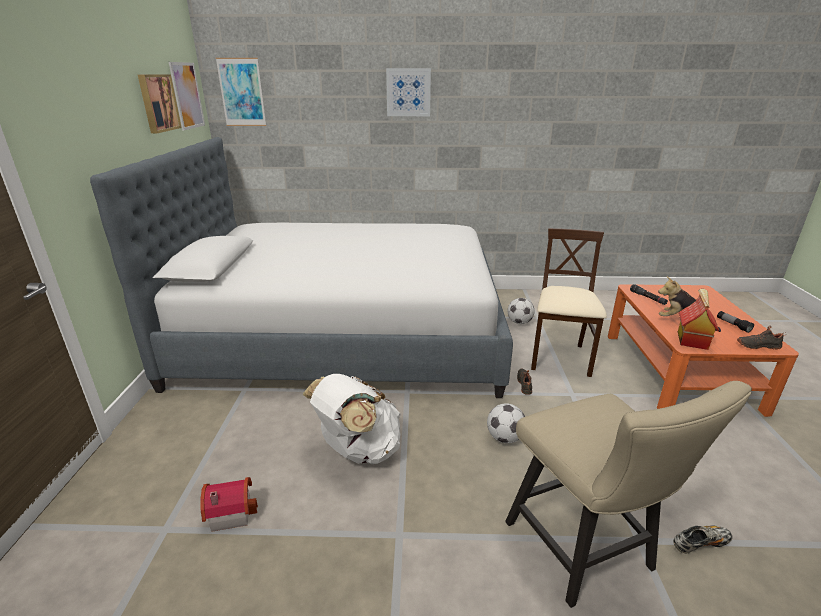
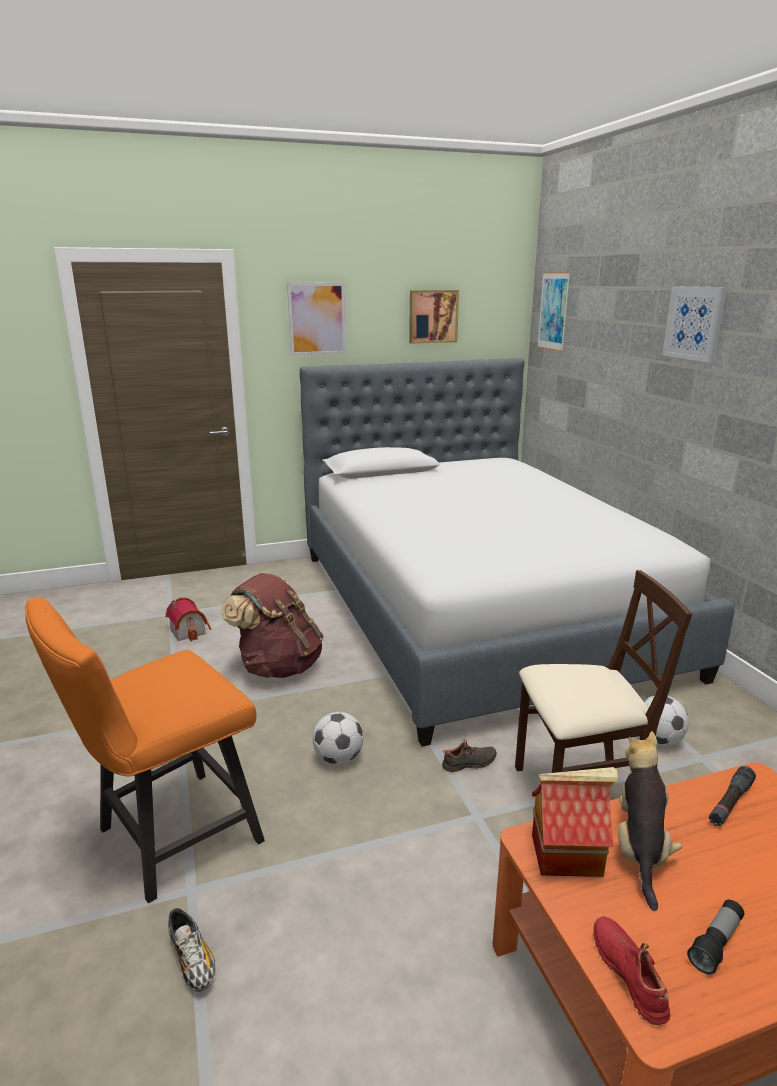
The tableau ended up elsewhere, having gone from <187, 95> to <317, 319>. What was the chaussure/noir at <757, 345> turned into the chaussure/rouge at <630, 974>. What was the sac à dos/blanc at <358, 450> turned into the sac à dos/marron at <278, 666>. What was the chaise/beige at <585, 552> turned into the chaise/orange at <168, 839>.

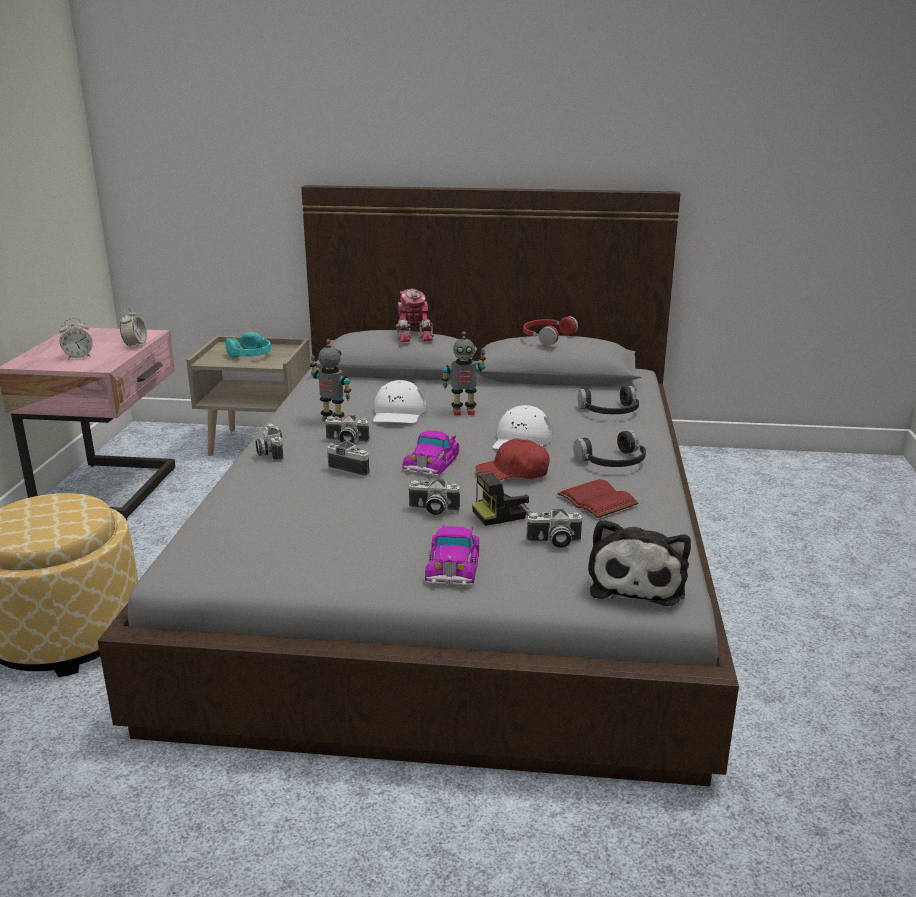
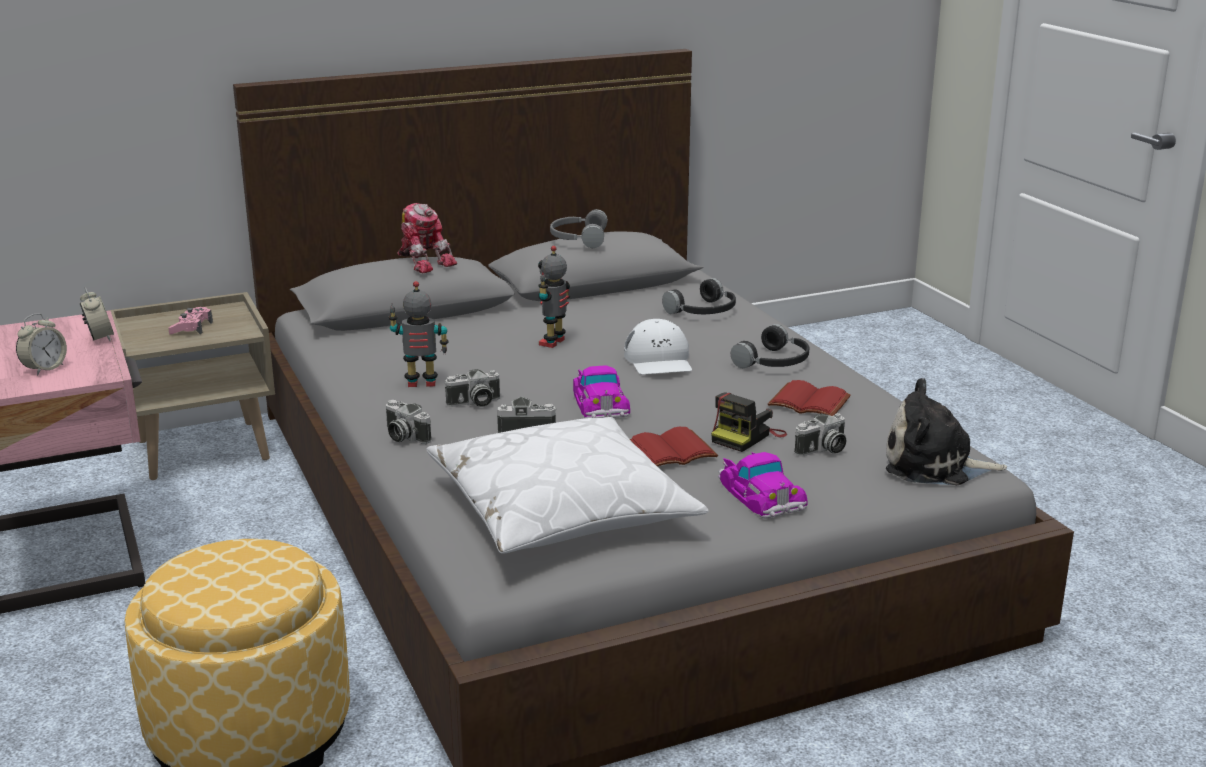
What was the casque audio/rouge at <546, 337> turned into the casque audio/gris at <578, 239>. The robot jouet at <463, 411> ended up facing another way, 150 degrees clockwise from before. Where the casque audio/turquoise stood at <250, 355>, the manette/rose came to stand at <191, 328>. The second view lost the casquette/blanc at <398, 413>. The second view lost the casquette/rouge at <513, 473>. Where the appareil photo stood at <432, 510>, the livre/rouge came to stand at <671, 450>. The peluche at <636, 582> ended up facing another way, 120 degrees clockwise from before. The second view gained the coussin/blanc at <562, 509>.

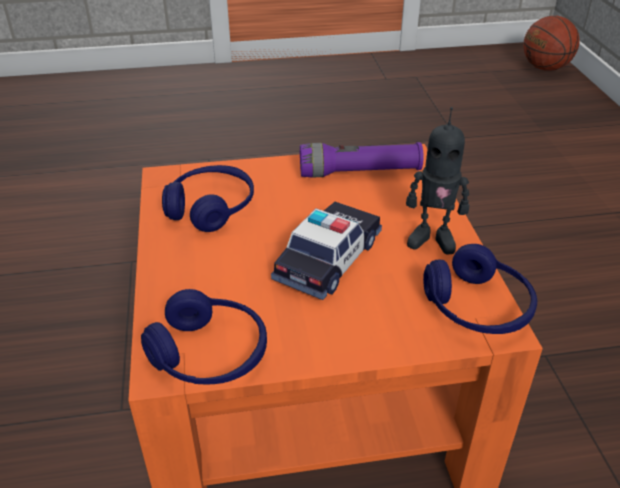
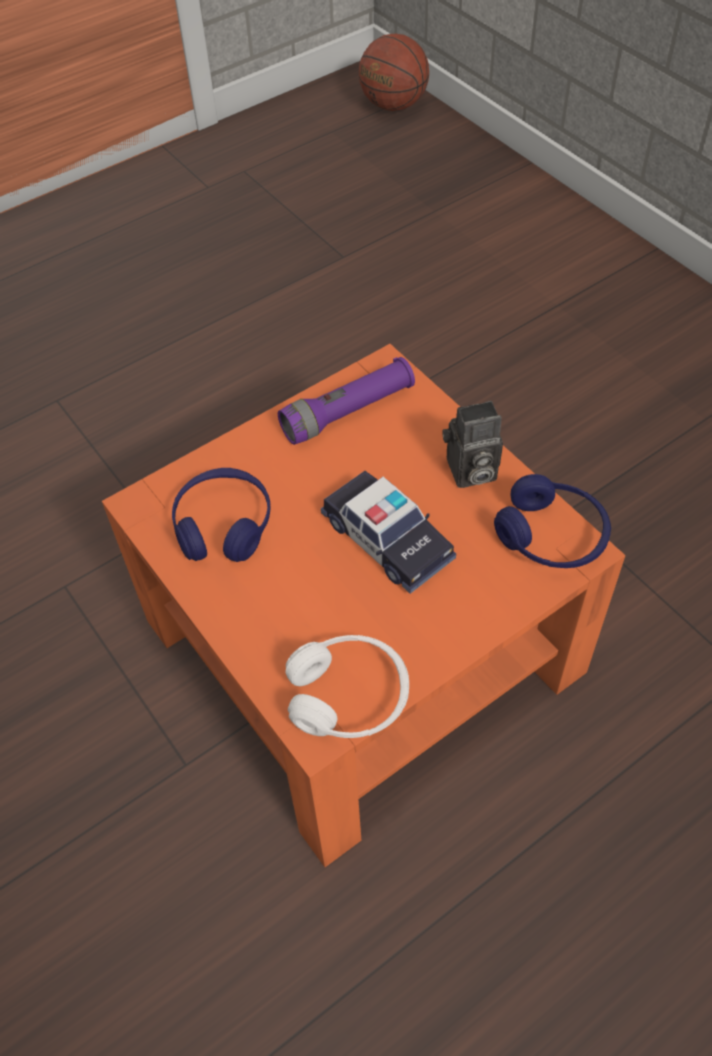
Where the robot jouet stood at <432, 239>, the appareil photo came to stand at <469, 472>. The petite voiture at <328, 259> ended up facing another way, 135 degrees clockwise from before. What was the casque audio/bleu at <209, 354> turned into the casque audio/blanc at <348, 696>.

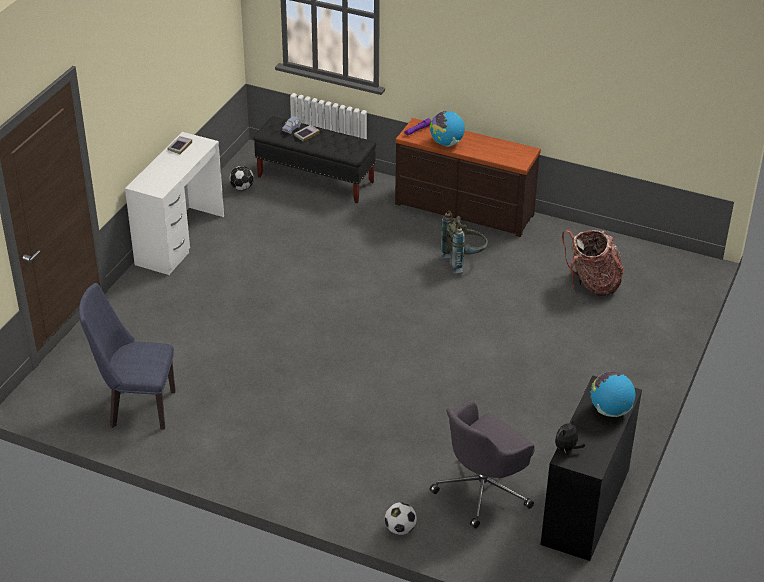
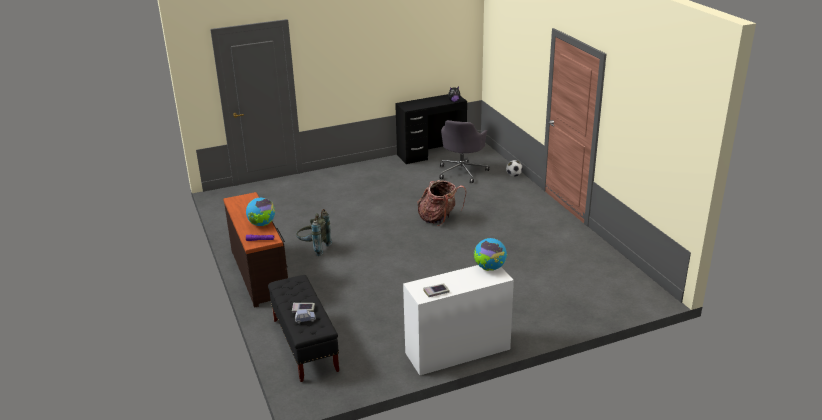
The second view lost the ballon de foot at <242, 188>. The sac à dos ended up elsewhere, having gone from <592, 284> to <439, 218>. The second view lost the chaise/bleu at <136, 408>. The globe ended up elsewhere, having gone from <610, 410> to <489, 268>. The chaise de bureau/gris at <483, 490> ended up facing another way, 105 degrees clockwise from before.

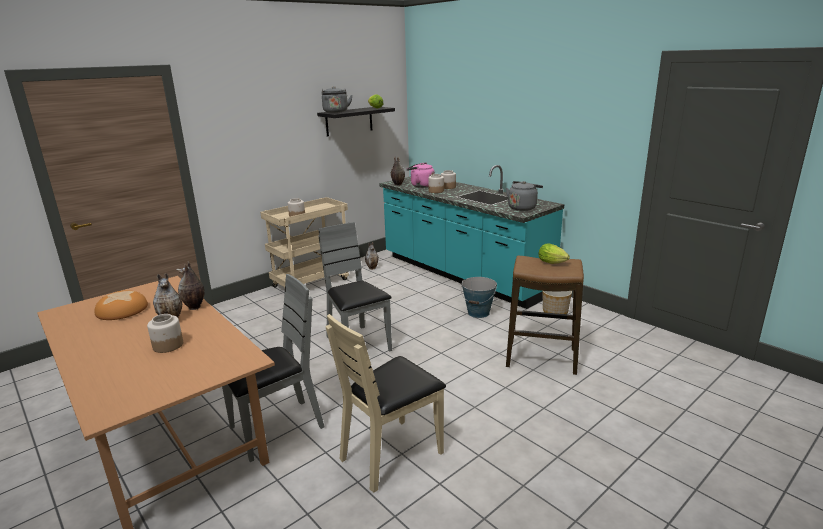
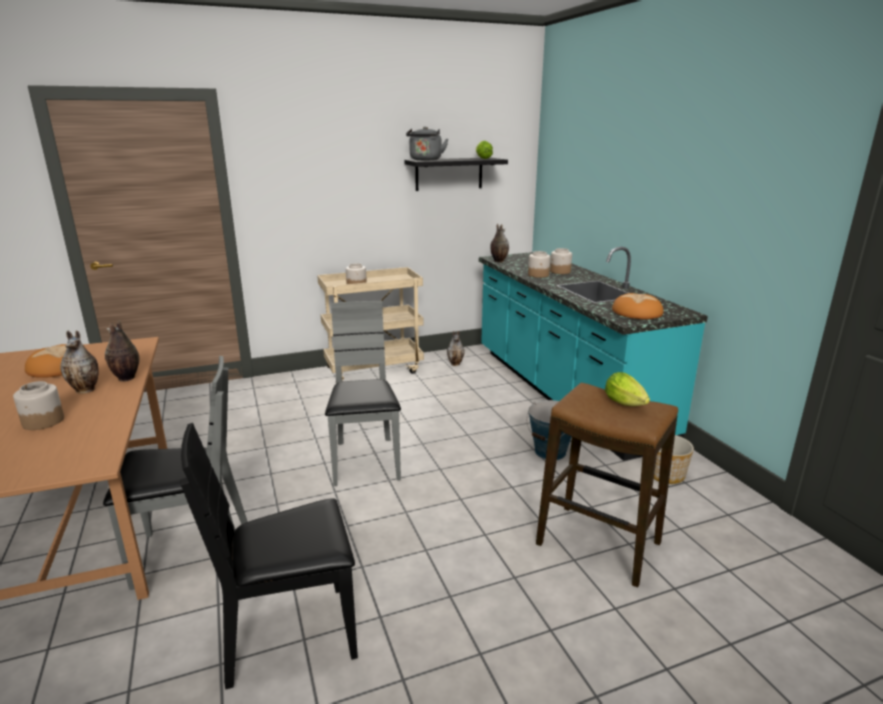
The second view lost the bouilloire/rose at <421, 186>. Where the bouilloire/gris stood at <523, 208>, the pain came to stand at <637, 312>. What was the chaise/beige at <391, 454> turned into the chaise/noir at <291, 636>.

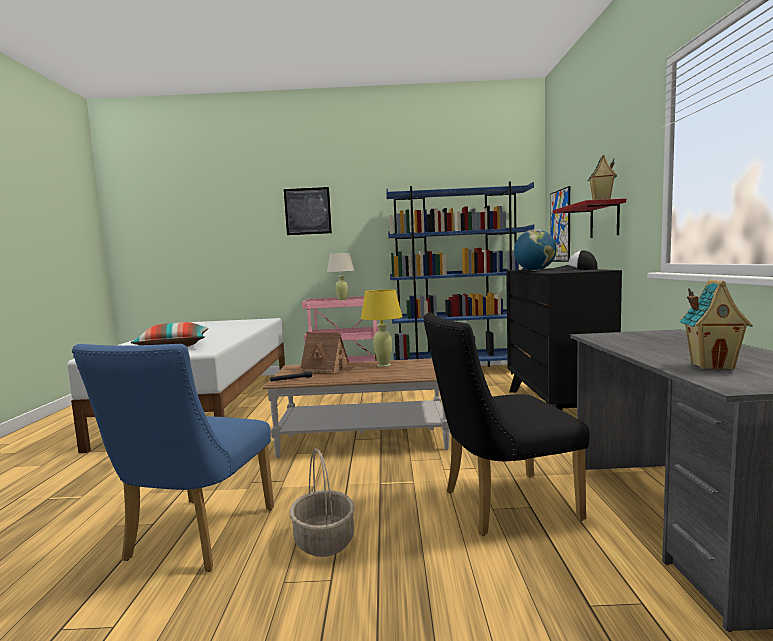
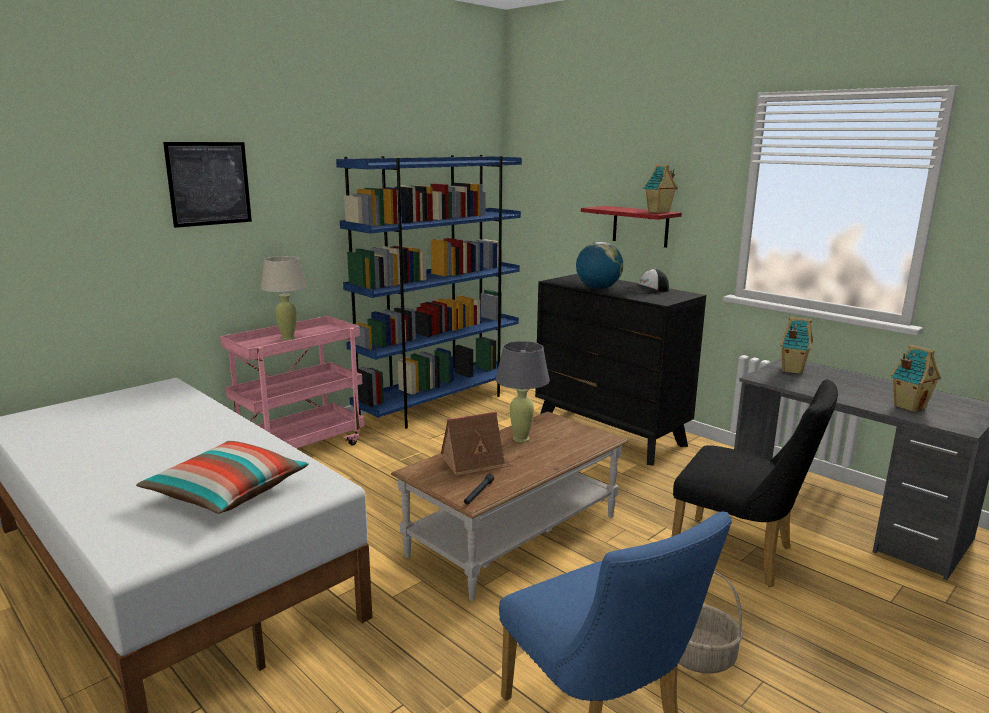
The second view lost the tableau at <560, 226>. What was the lampe de table/jaune at <383, 365> turned into the lampe de table/gris at <521, 438>. The chaise/noir at <500, 505> ended up facing another way, 90 degrees counterclockwise from before. The second view gained the maison miniature at <792, 370>.

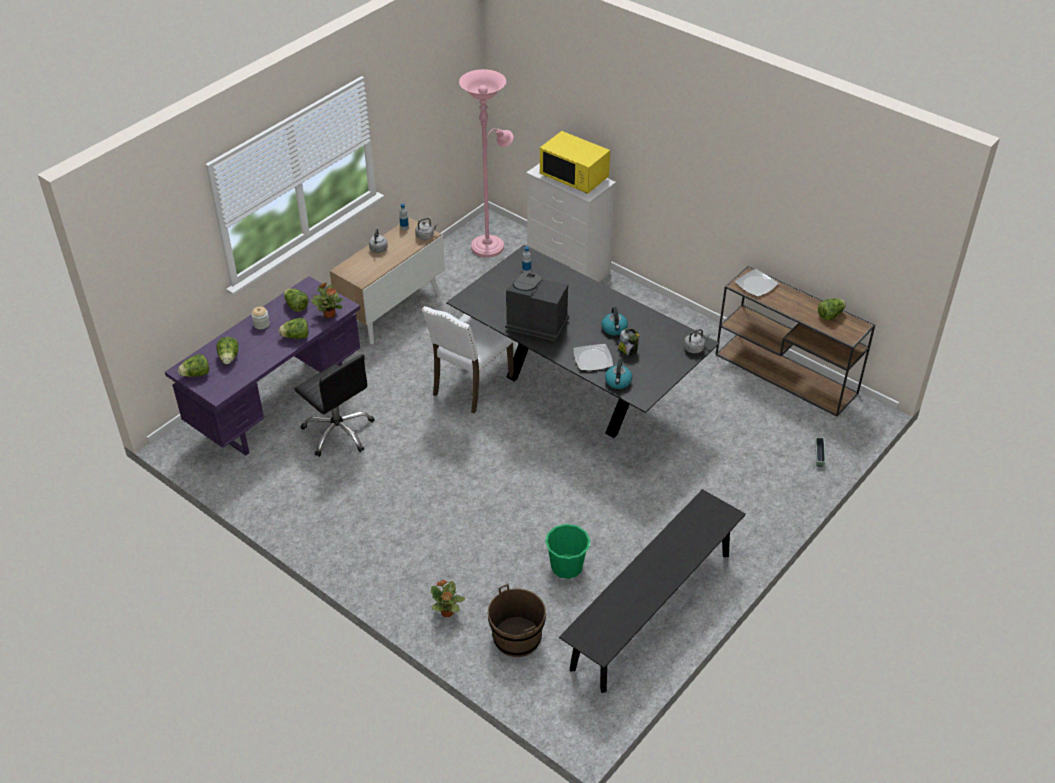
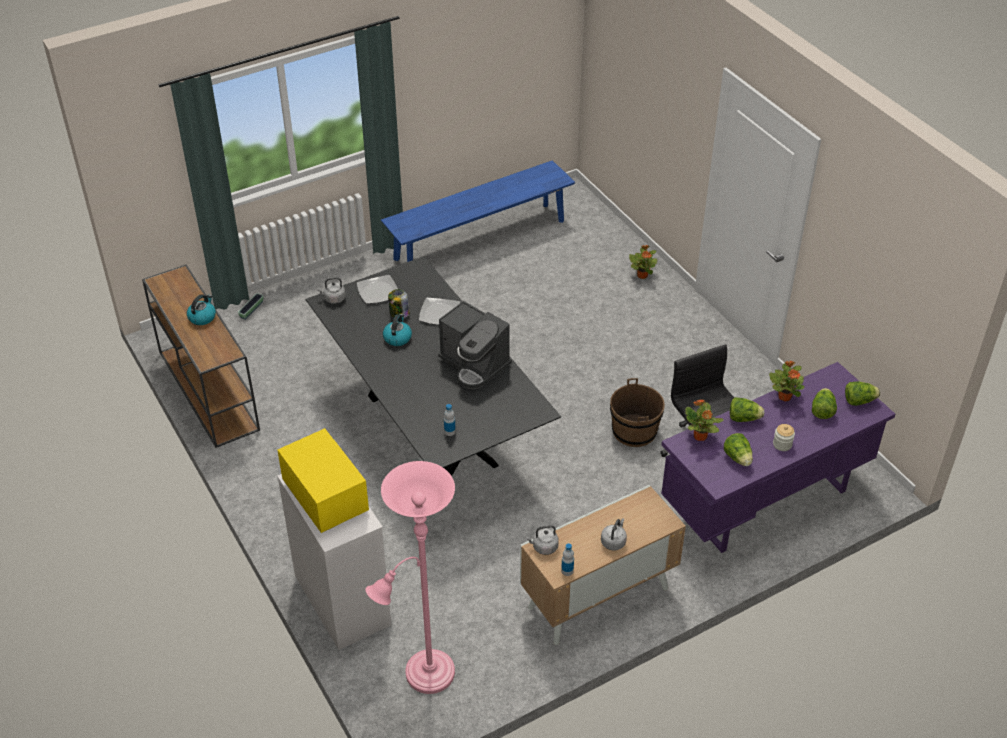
The assiette ended up elsewhere, having gone from <756, 285> to <378, 291>. The second view lost the laitue at <830, 315>. The second view lost the chaise/blanc at <470, 386>. The bouilloire ended up elsewhere, having gone from <618, 382> to <202, 317>. What was the banc/noir at <652, 610> turned into the banc/bleu at <480, 240>. The second view lost the seau/vert at <567, 566>. The seau/marron ended up elsewhere, having gone from <517, 637> to <634, 431>. The second view gained the plante en pot at <784, 396>.

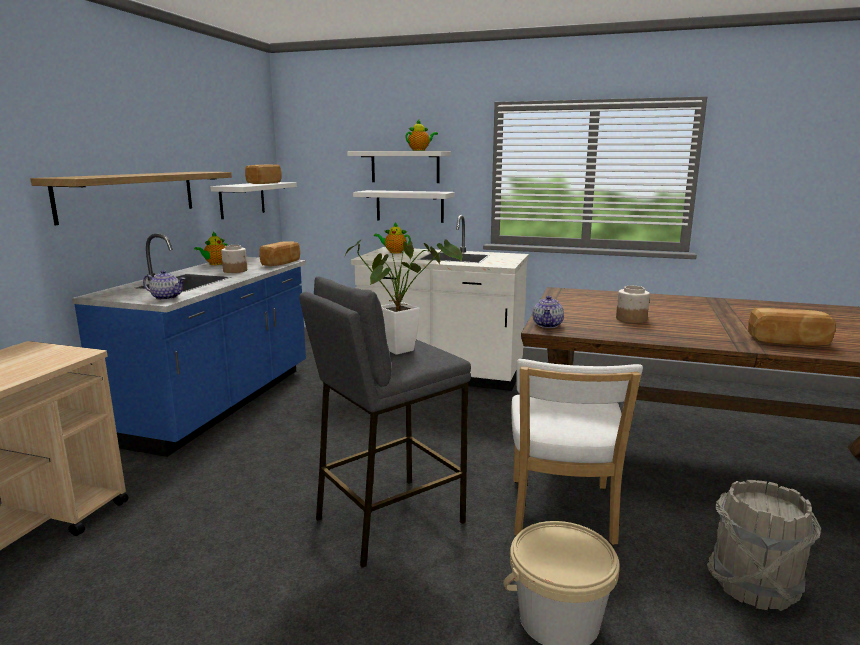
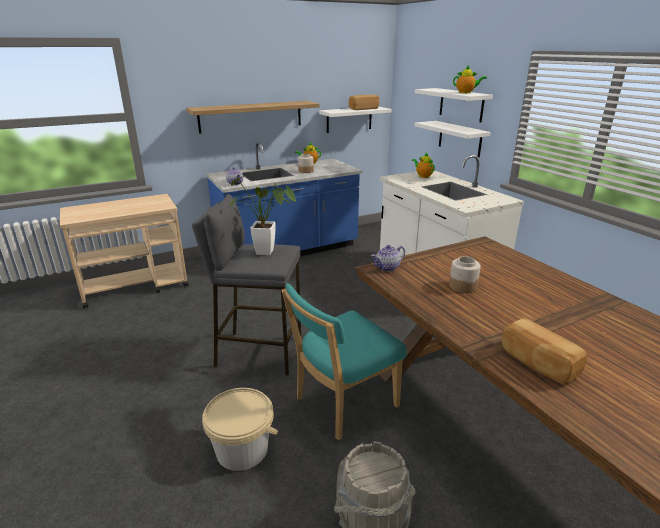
The second view lost the pain at <282, 263>. What was the chaise/blanc at <561, 514> turned into the chaise/turquoise at <342, 404>.

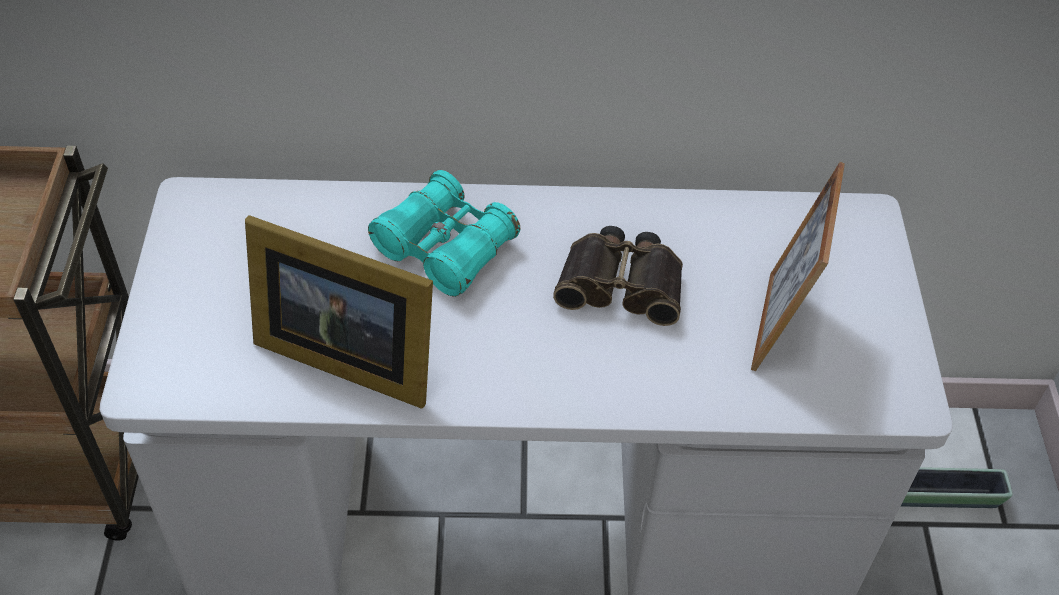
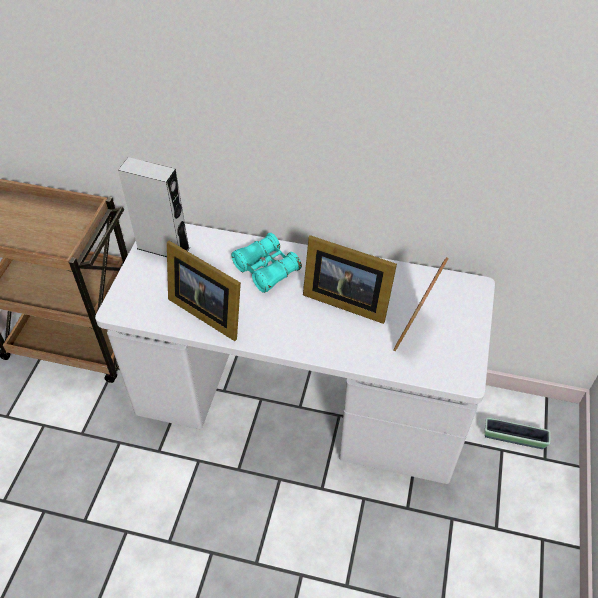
Where the jumelles stood at <622, 283>, the cadre photo came to stand at <344, 299>. The second view gained the enceinte/gris at <163, 248>.

